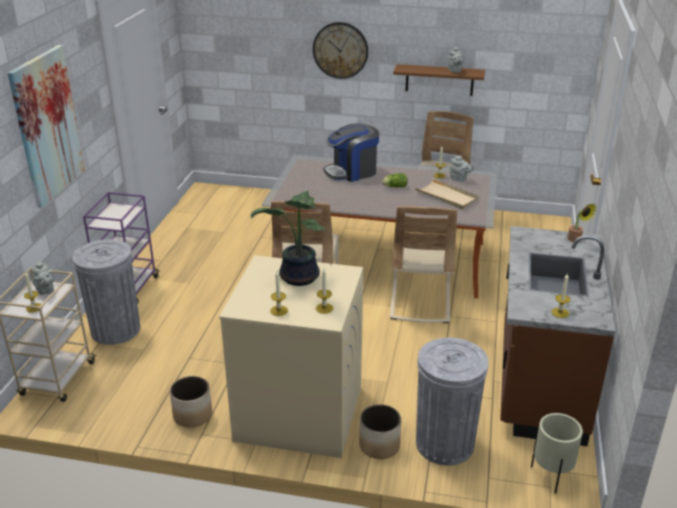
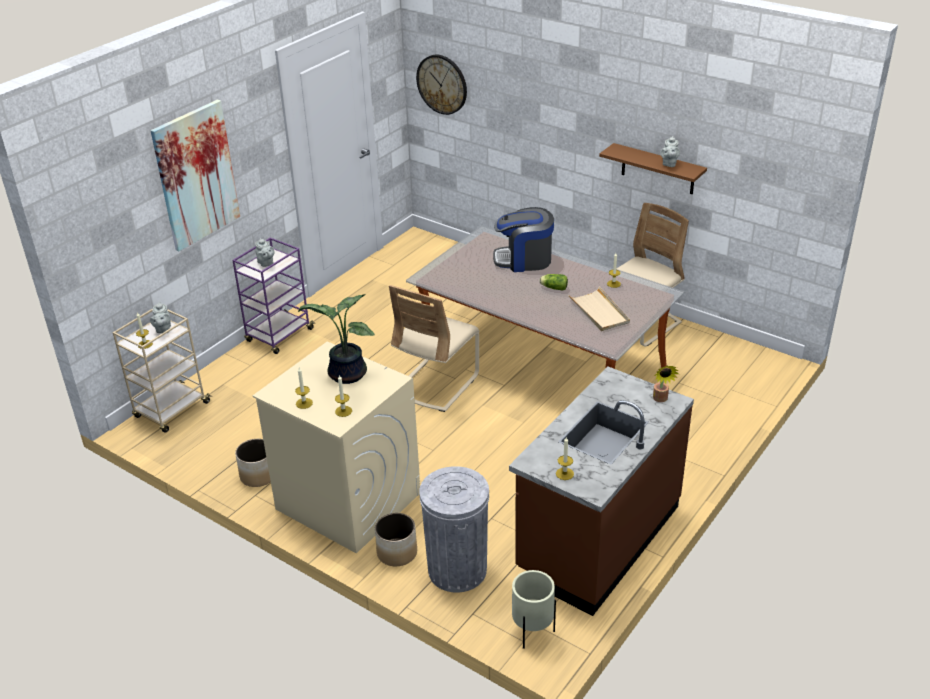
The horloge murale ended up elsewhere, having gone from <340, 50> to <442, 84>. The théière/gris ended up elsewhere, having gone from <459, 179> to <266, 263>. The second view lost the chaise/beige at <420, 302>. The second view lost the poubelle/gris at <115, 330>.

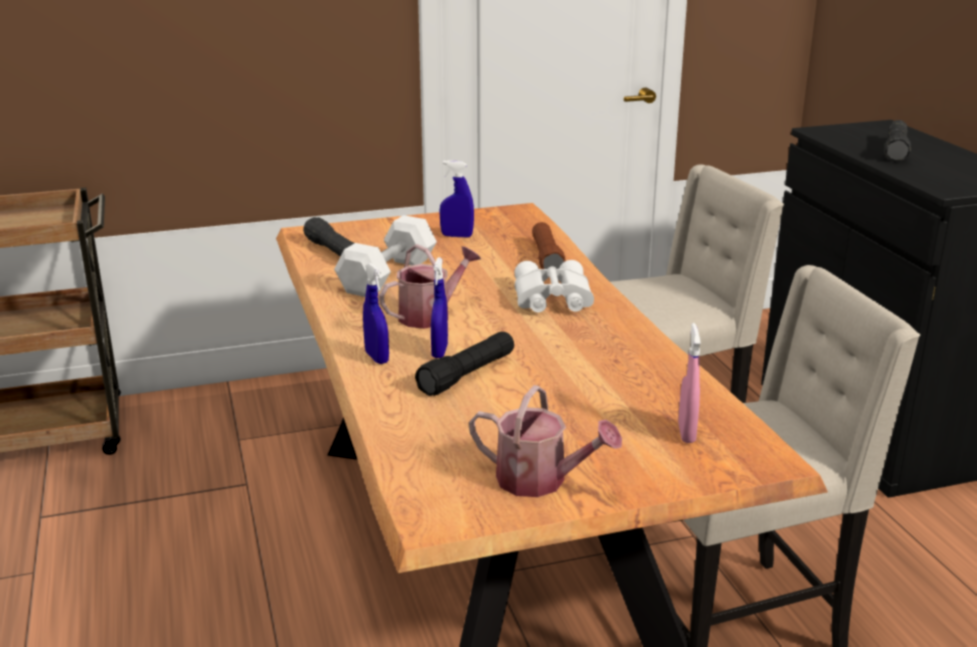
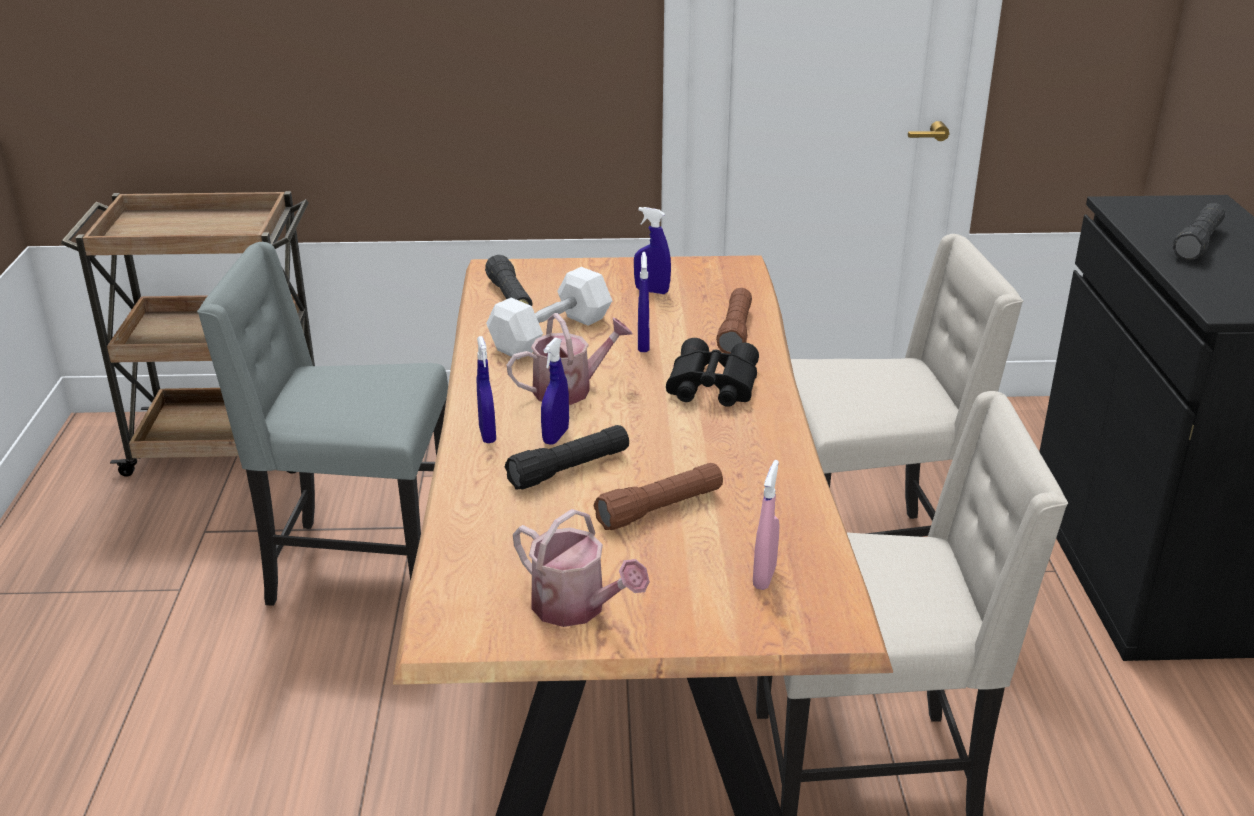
What was the jumelles/blanc at <550, 299> turned into the jumelles/noir at <710, 386>. The second view gained the chaise/gris at <358, 567>. The second view gained the vaporisateur/bleu at <643, 345>. The second view gained the lampe de poche/marron at <660, 509>.

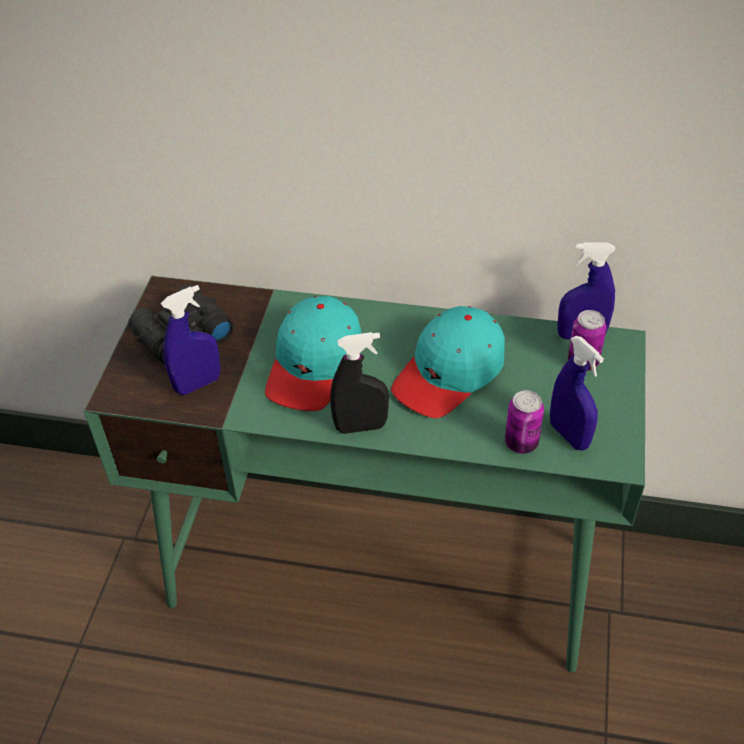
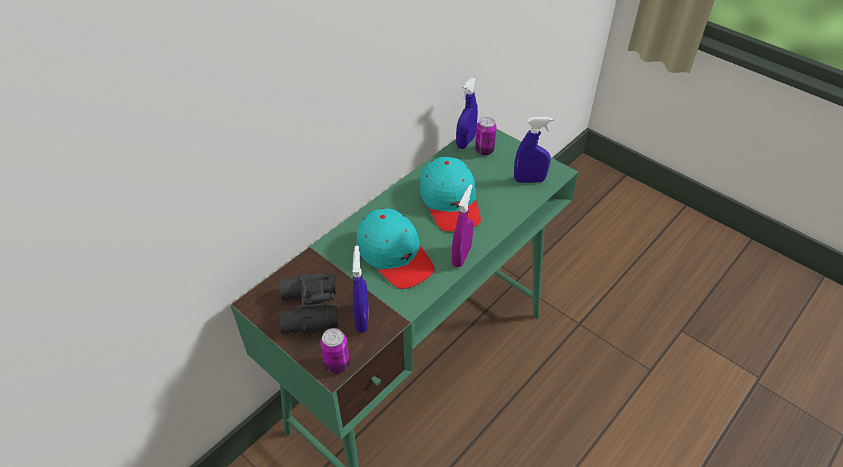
What was the vaporisateur/noir at <361, 426> turned into the vaporisateur/violet at <461, 256>. The boîte métallique ended up elsewhere, having gone from <521, 443> to <337, 364>.

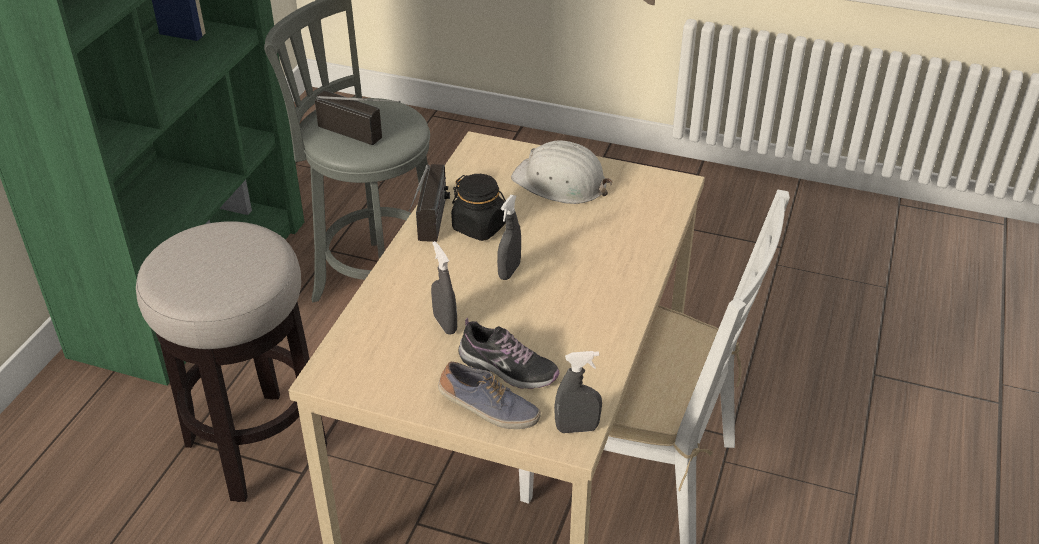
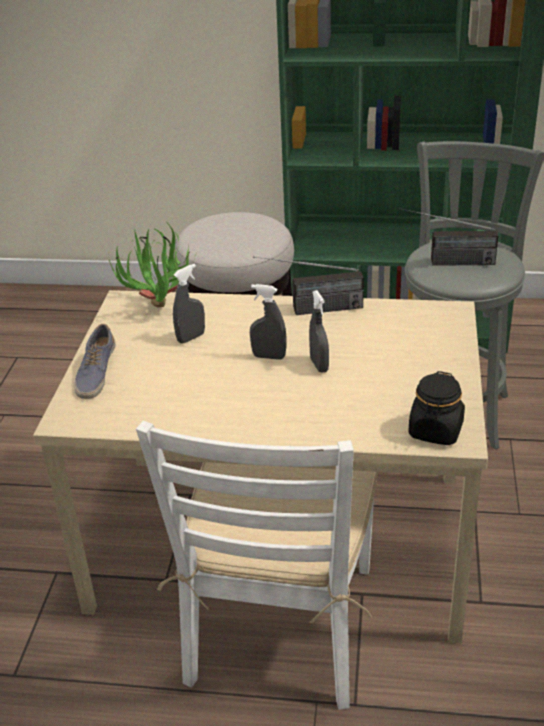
The radio at <366, 136> ended up facing another way, 75 degrees clockwise from before. The second view lost the casque de chantier/blanc at <560, 182>. The bocal/noir ended up elsewhere, having gone from <480, 227> to <435, 431>. The second view lost the chaussure at <507, 368>. The vaporisateur/gris ended up elsewhere, having gone from <577, 428> to <319, 365>. The second view gained the plante en pot at <161, 312>.

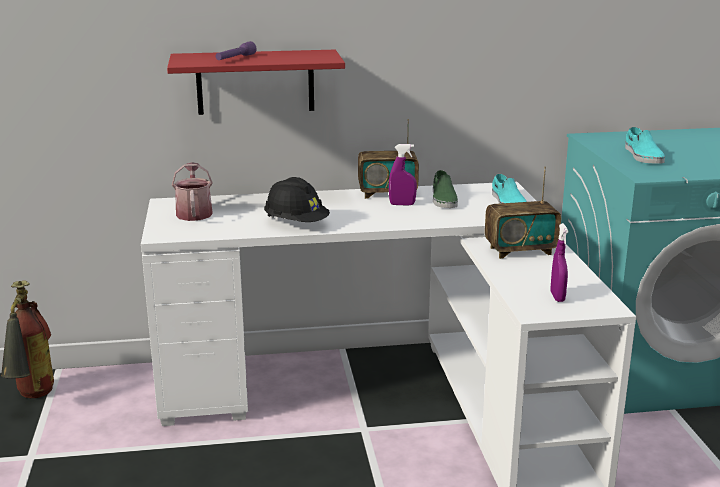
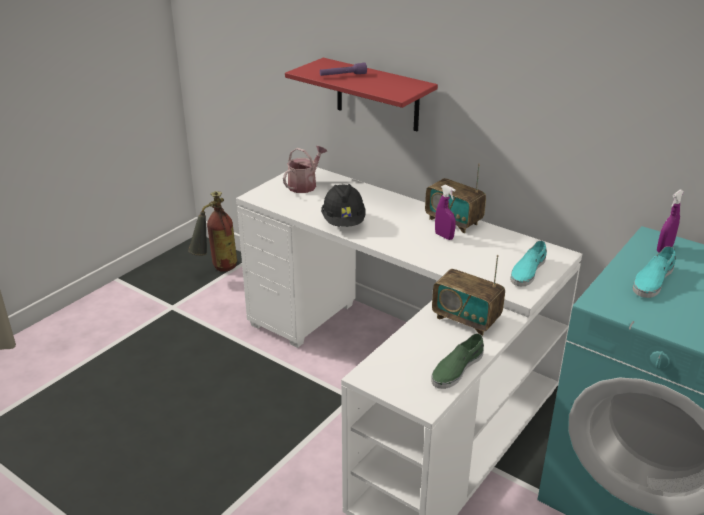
The chaussure/vert ended up elsewhere, having gone from <443, 199> to <456, 369>. The vaporisateur/violet ended up elsewhere, having gone from <557, 297> to <664, 249>.

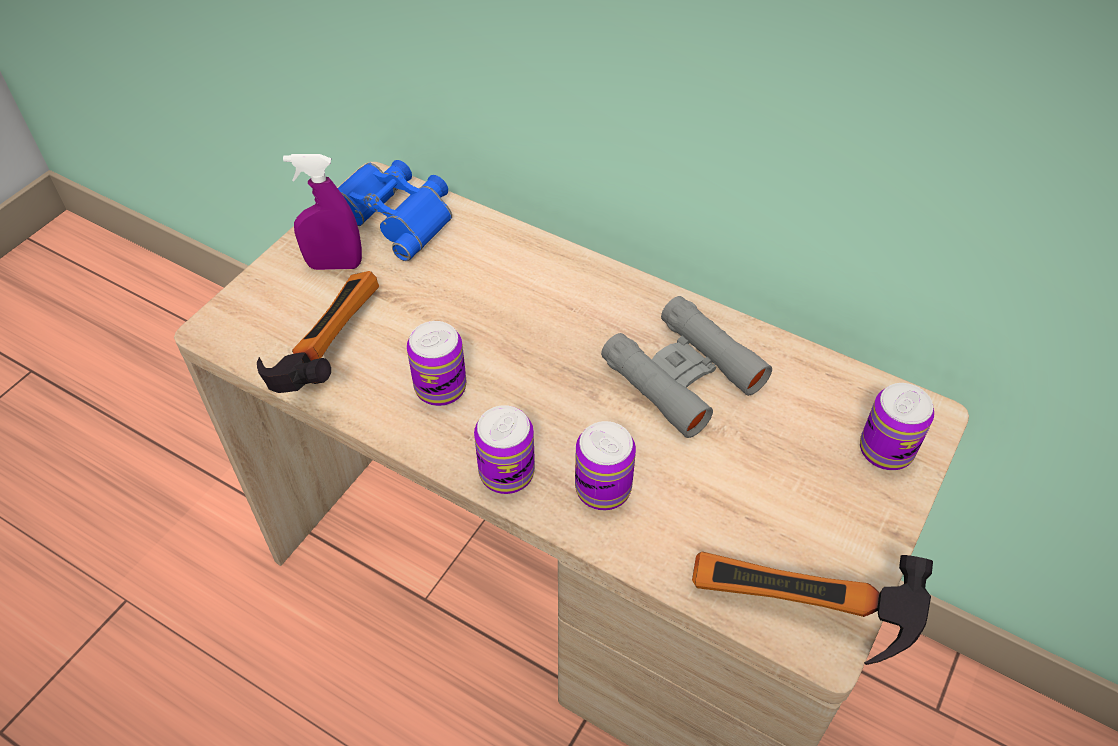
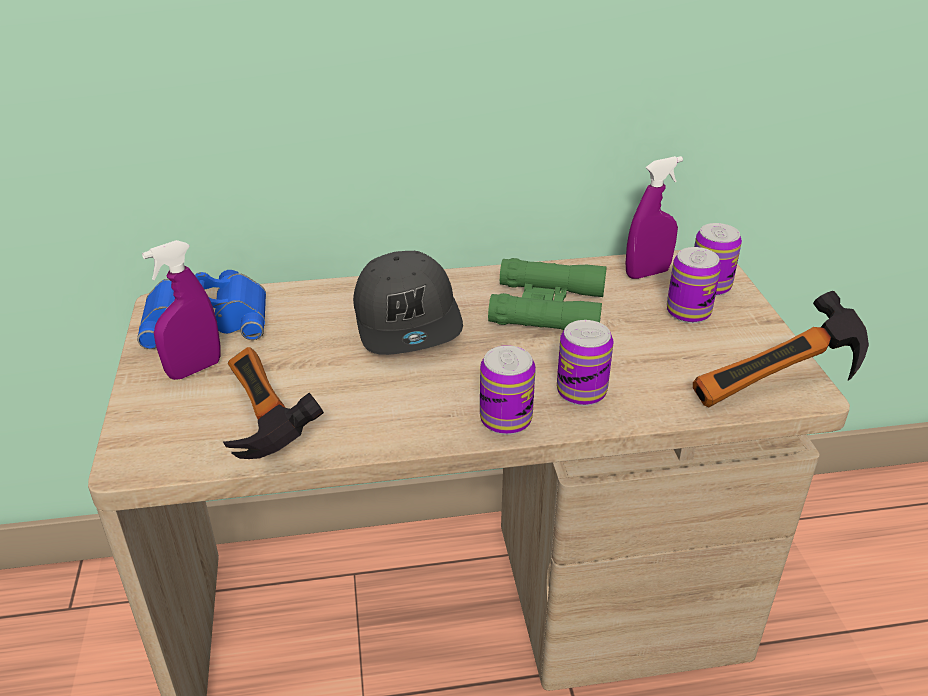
What was the jumelles/gris at <683, 375> turned into the jumelles/vert at <548, 308>. The boîte métallique ended up elsewhere, having gone from <440, 388> to <688, 312>. The second view gained the vaporisateur/violet at <647, 273>. The second view gained the casquette/gris at <408, 321>.

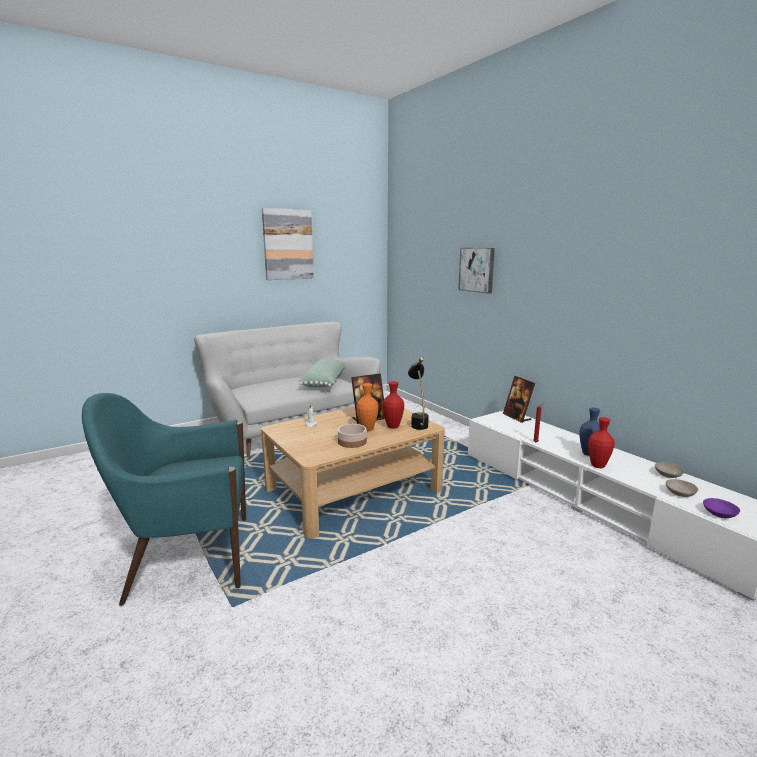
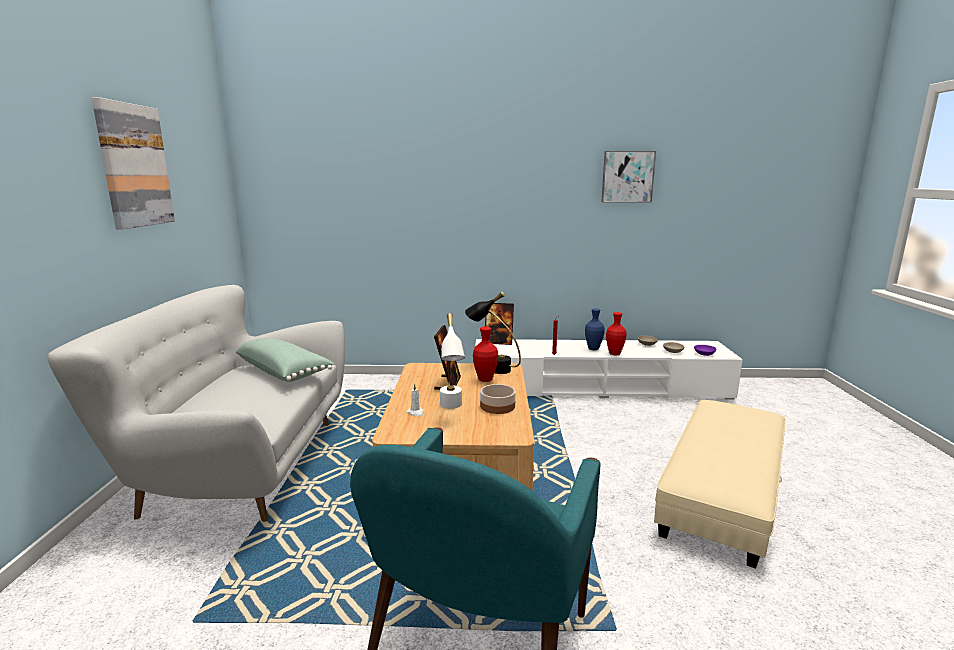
The tableau ended up elsewhere, having gone from <477, 269> to <627, 177>. The second view lost the vase/orange at <367, 429>. The second view gained the lampe de table/blanc at <451, 408>. The second view gained the pouf/beige at <722, 492>.

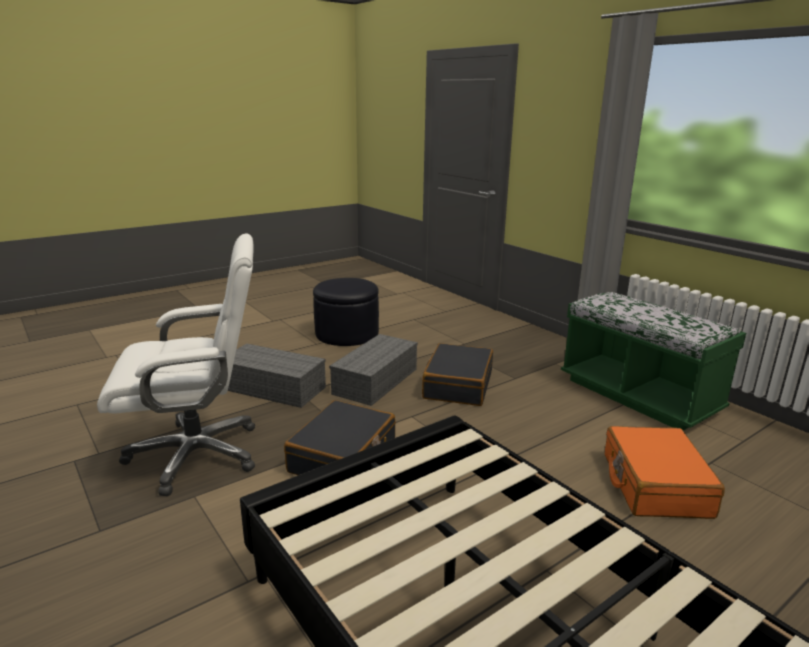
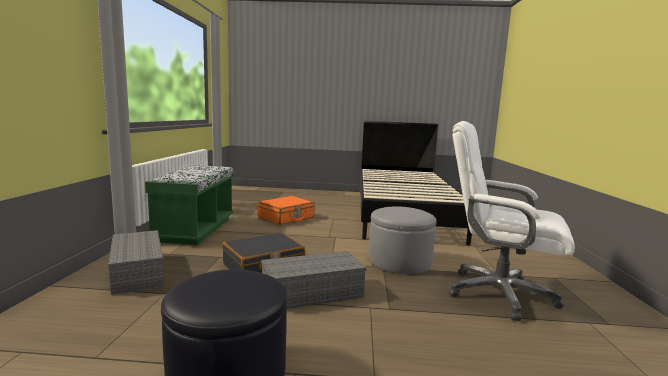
The boîte de rangement/gris ended up elsewhere, having gone from <275, 388> to <136, 272>. Where the valise/noir stood at <343, 457>, the pouf/gris came to stand at <399, 261>.

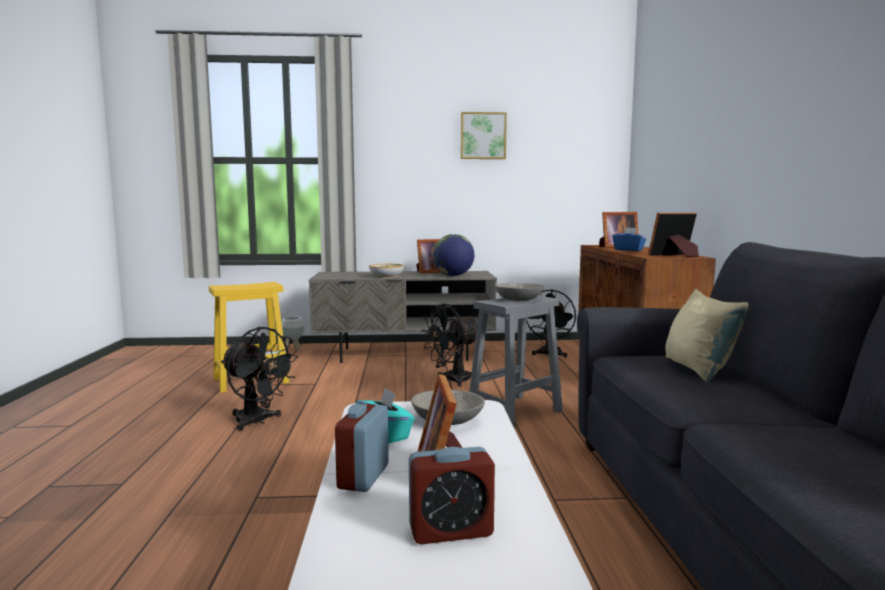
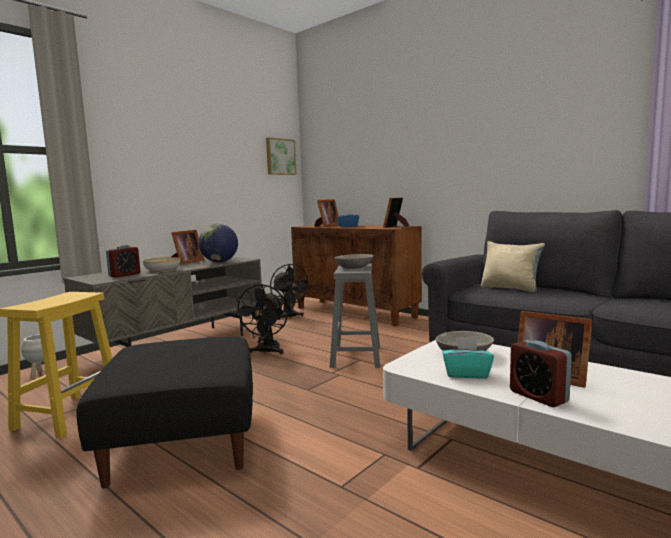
The tableau ended up elsewhere, having gone from <483, 136> to <280, 157>. Where the ventilateur/noir stood at <257, 422>, the pouf/noir came to stand at <182, 441>. The réveil ended up elsewhere, having gone from <451, 531> to <124, 275>.

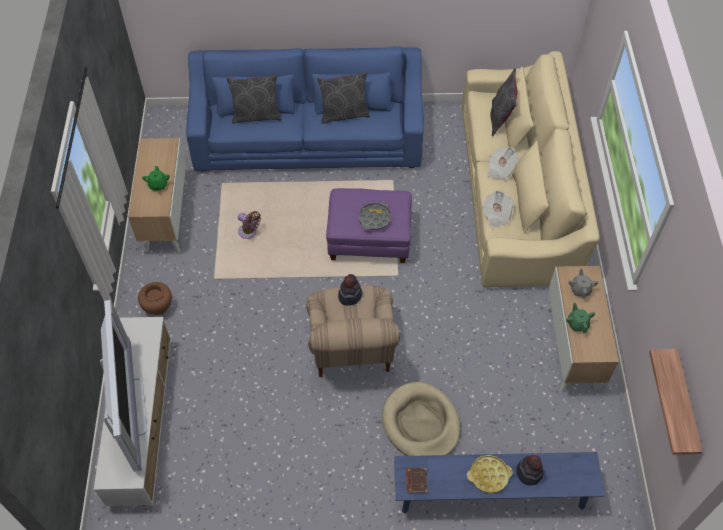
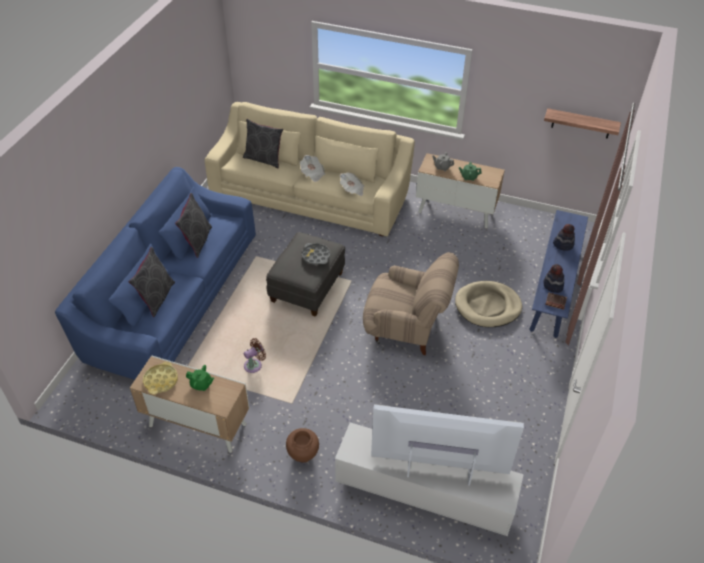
What was the pouf/violet at <369, 239> turned into the pouf/gris at <307, 287>. The chapeau ended up elsewhere, having gone from <349, 295> to <552, 285>. The plateau/jaune ended up elsewhere, having gone from <489, 475> to <161, 380>.

